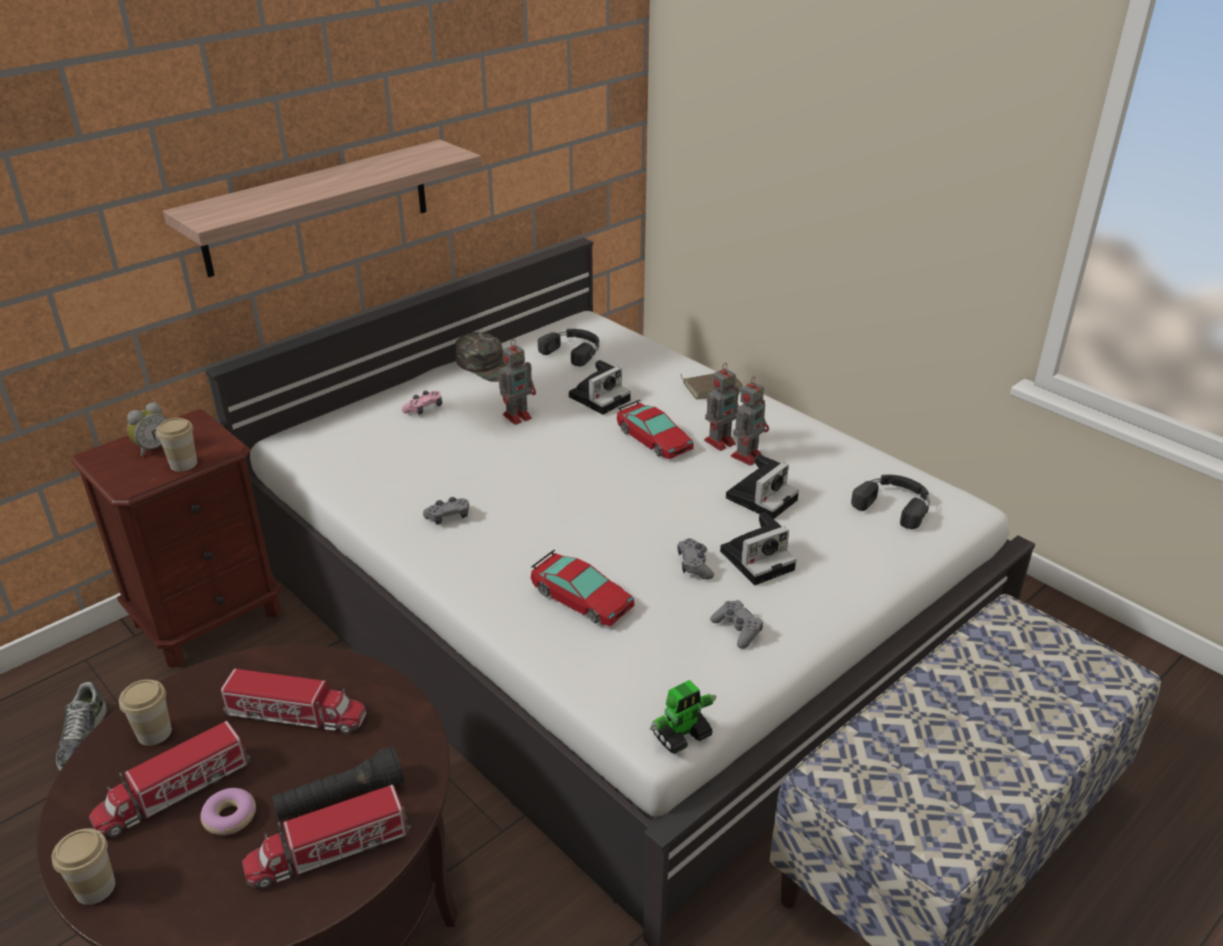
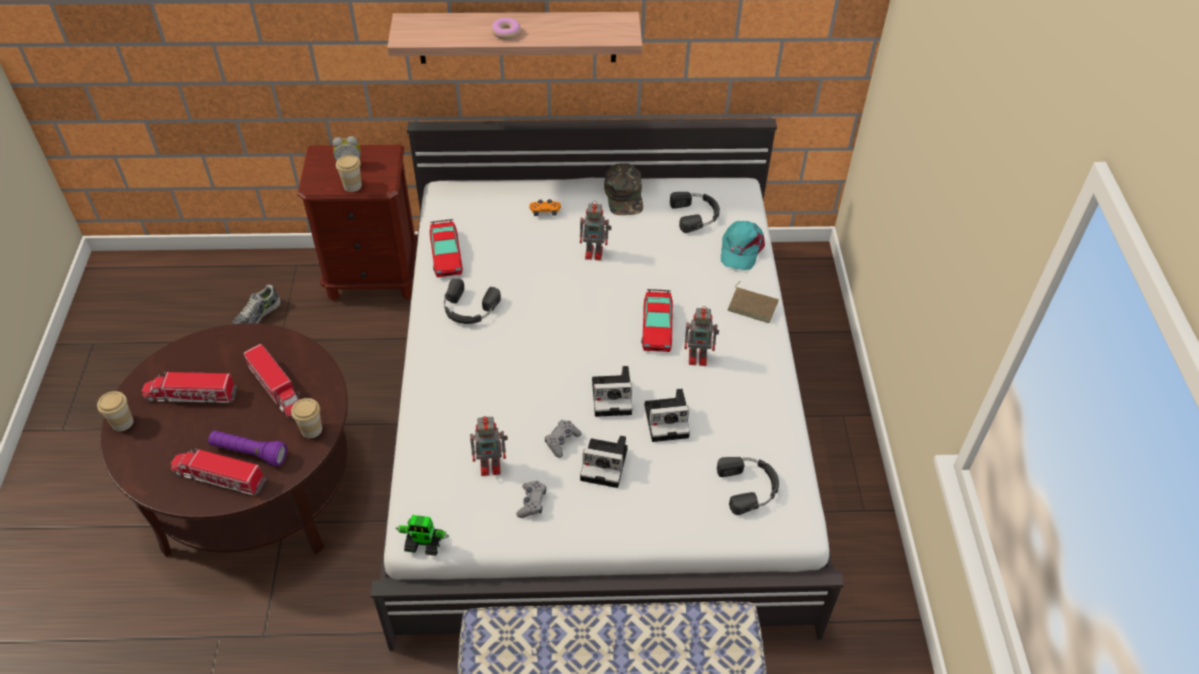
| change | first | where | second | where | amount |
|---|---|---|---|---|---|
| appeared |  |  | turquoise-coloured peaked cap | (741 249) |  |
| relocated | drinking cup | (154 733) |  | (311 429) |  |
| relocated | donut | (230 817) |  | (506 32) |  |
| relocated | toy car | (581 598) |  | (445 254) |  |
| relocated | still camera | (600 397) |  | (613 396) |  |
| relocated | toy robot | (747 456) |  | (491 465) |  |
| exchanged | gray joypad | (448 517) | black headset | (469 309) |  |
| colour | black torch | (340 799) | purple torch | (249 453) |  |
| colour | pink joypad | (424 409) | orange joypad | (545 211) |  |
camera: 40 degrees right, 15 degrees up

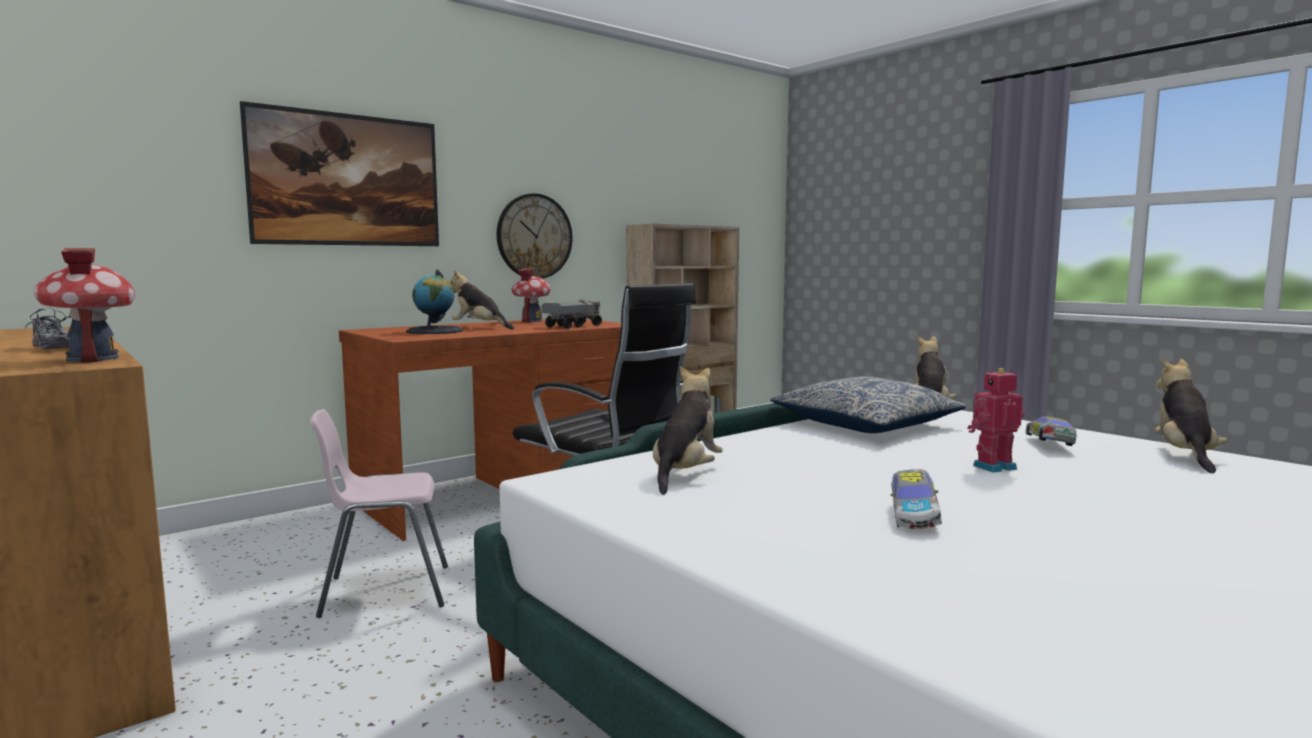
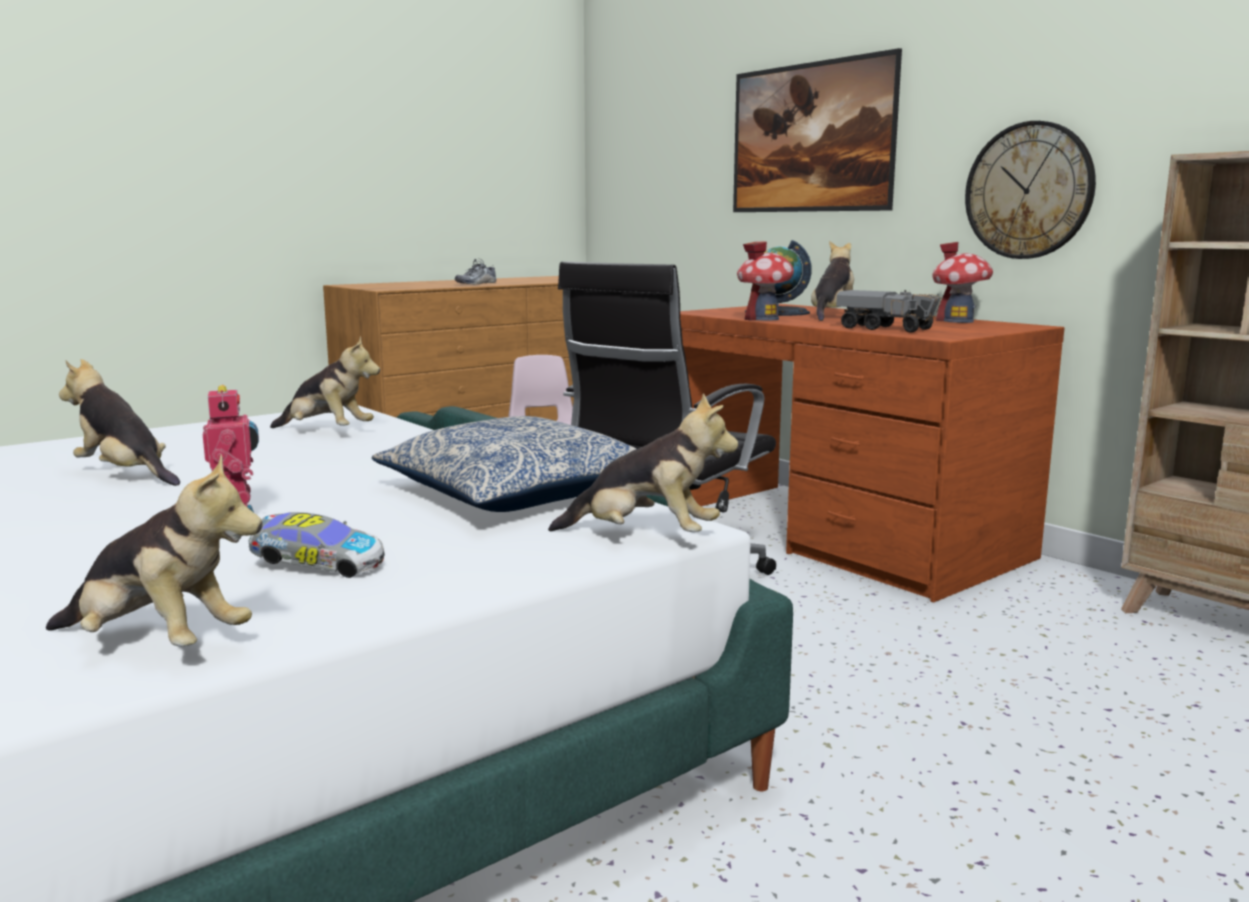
| change | first | where | second | where | amount |
|---|---|---|---|---|---|
| relocated | model house | (92 359) |  | (763 319) |  |
| exchanged | toy car | (913 516) | plush toy | (125 475) |  |
camera: 90 degrees right, 5 degrees up

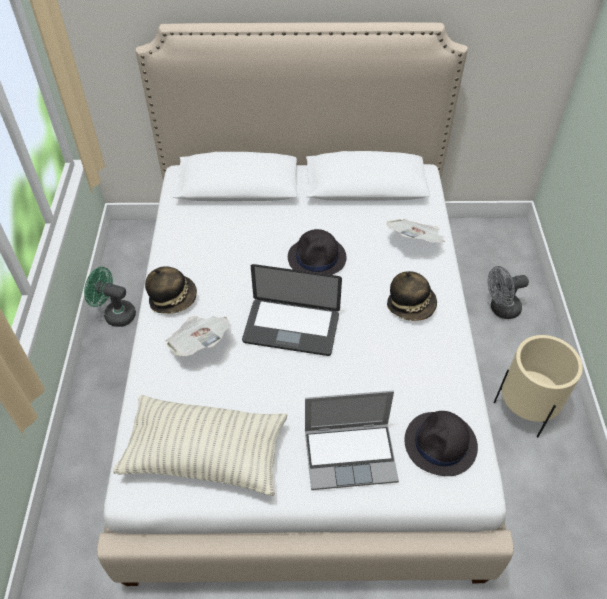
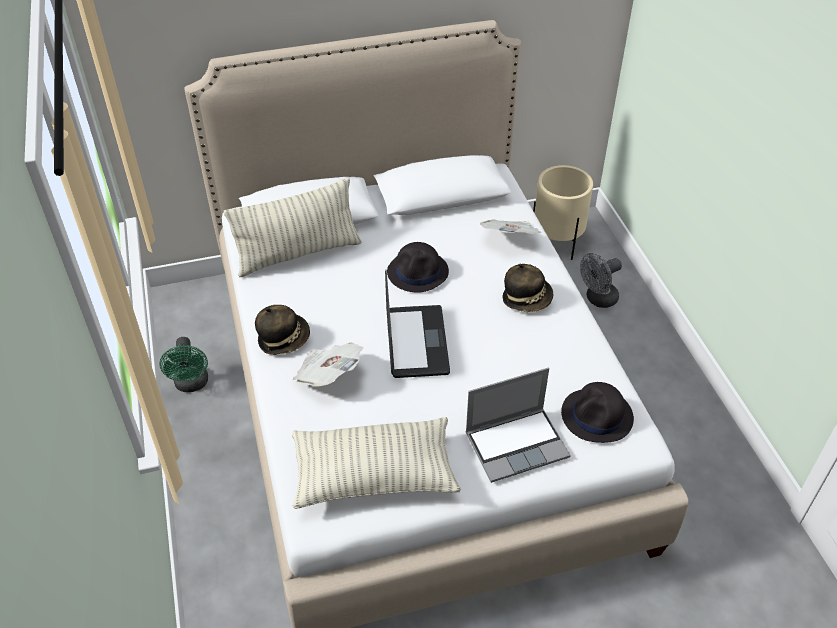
| change | first | where | second | where | amount |
|---|---|---|---|---|---|
| appeared |  |  | cushion | (298 254) |  |
| relocated | beige-coloured plant pot | (524 410) |  | (556 243) |  |
| spun | greenish fan | (115 314) |  | (192 384) | 105 degrees counterclockwise |
| spun | notebook computer | (291 328) |  | (417 342) | 90 degrees counterclockwise |
camera: 15 degrees left, 5 degrees down

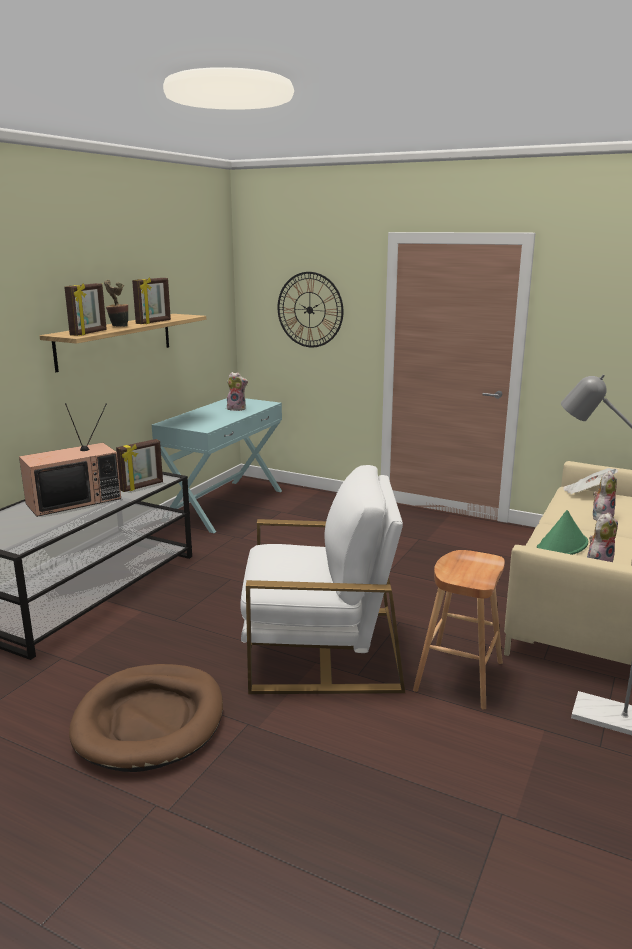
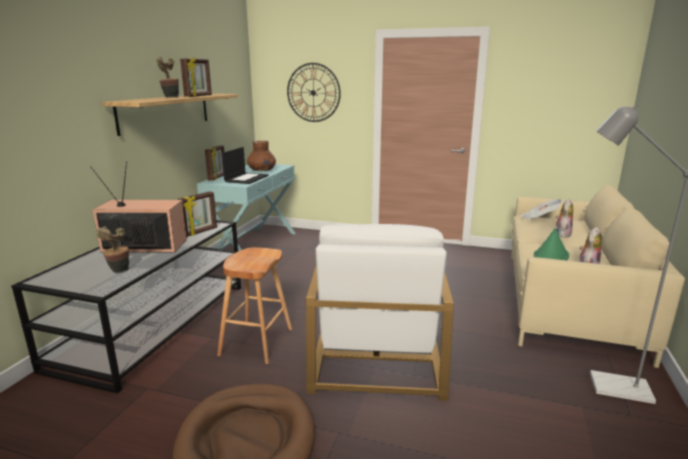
| change | first | where | second | where | amount |
|---|---|---|---|---|---|
| appeared |  |  | houseplant | (118 271) |  |
| appeared |  |  | notebook computer | (246 178) |  |
| relocated | photo frame | (89 333) |  | (217 177) |  |
| relocated | brown stool | (459 676) |  | (256 342) |  |
| exchanged | plush toy | (237 409) | brown decorative vase | (261 170) |  |
| spun | TV | (74 500) |  | (143 246) | 135 degrees counterclockwise |
| spun | white-coloured easy chair | (322 649) |  | (375 355) | 105 degrees clockwise |
camera: 10 degrees left, 0 degrees up

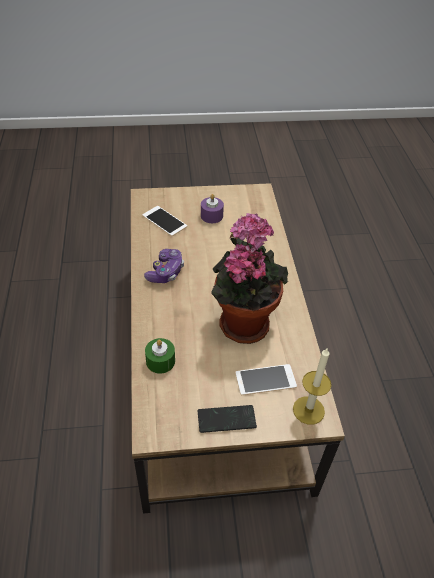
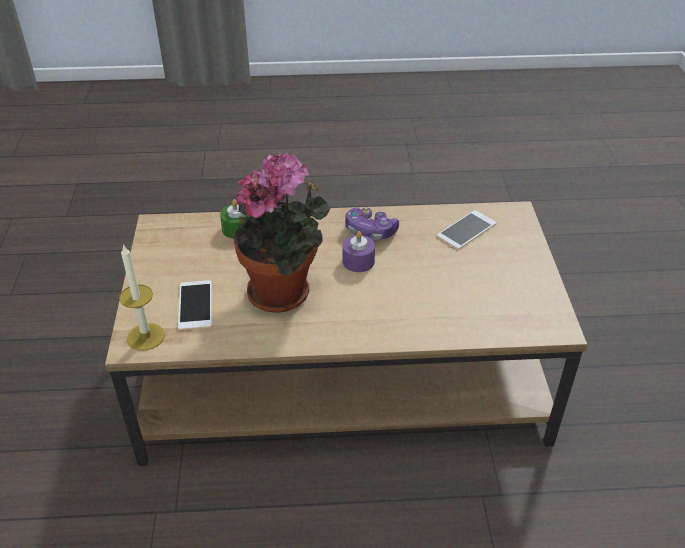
| change | first | where | second | where | amount |
|---|---|---|---|---|---|
| missing | phone | (226 419) |  |  |  |
| relocated | purple wax light | (211 216) |  | (358 261) |  |
camera: 95 degrees right, 5 degrees down

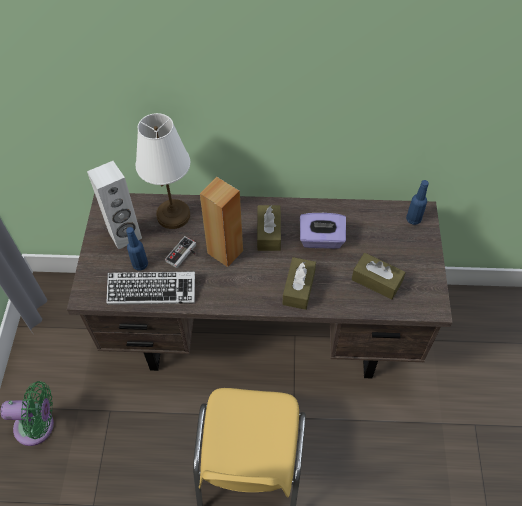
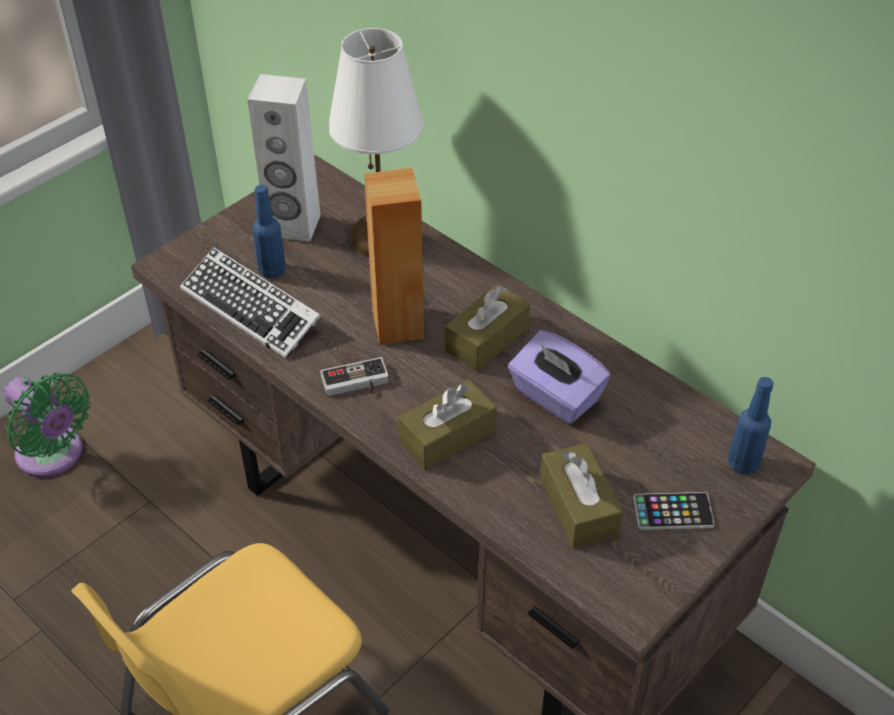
| change | first | where | second | where | amount |
|---|---|---|---|---|---|
| appeared |  |  | phone | (673 512) |  |
| relocated | joypad | (183 255) |  | (356 384) |  |
camera: 40 degrees right, 10 degrees down

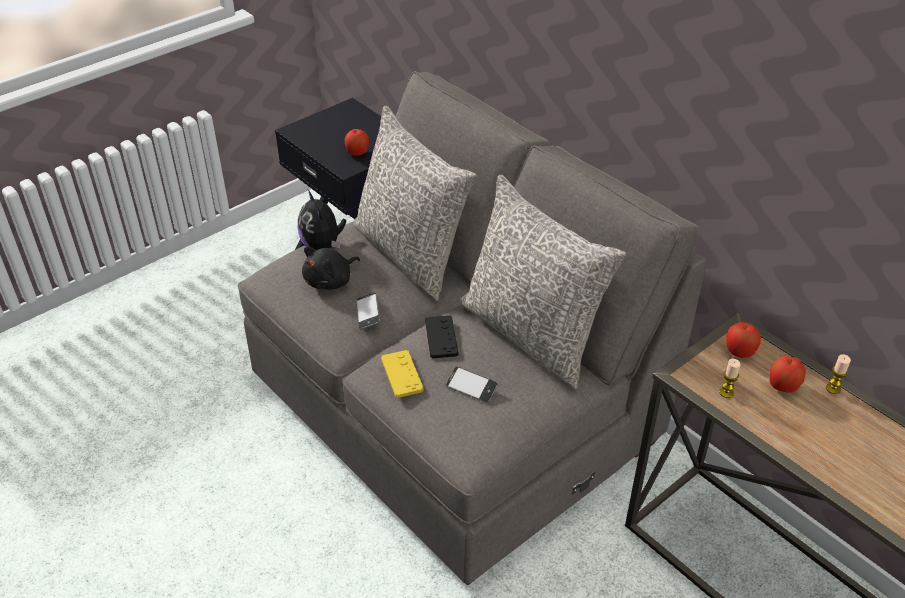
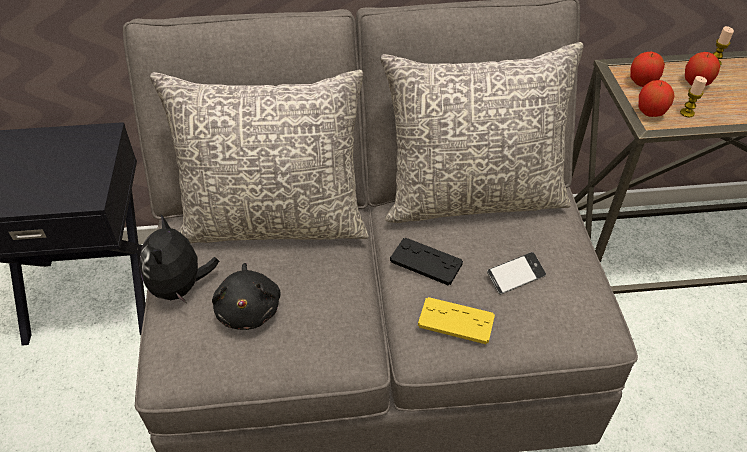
| change | first | where | second | where | amount |
|---|---|---|---|---|---|
| missing | phone | (368 314) |  |  |  |
| relocated | whole apple | (357 153) |  | (650 112) |  |
| spun | plush toy | (323 246) |  | (181 287) | 75 degrees clockwise |
camera: 55 degrees left, 5 degrees up

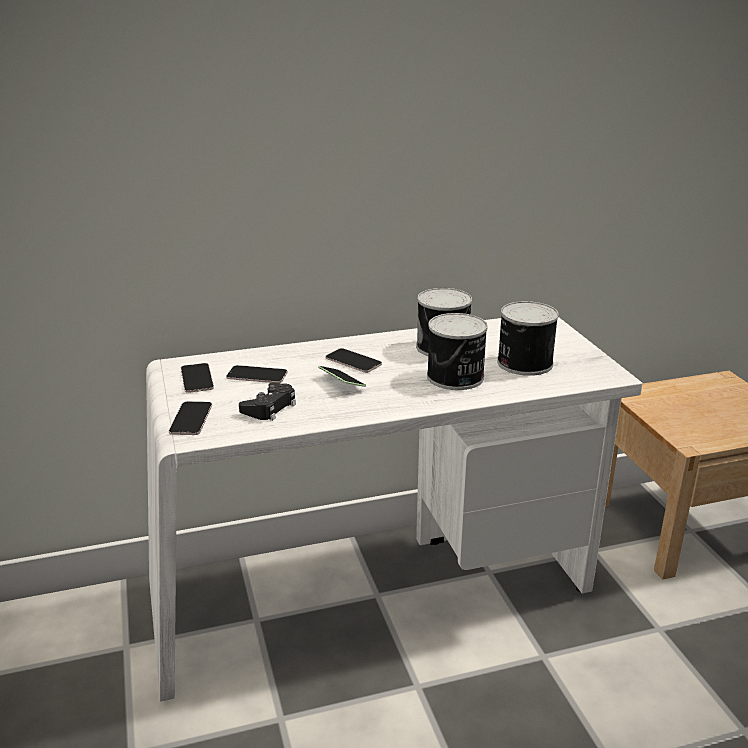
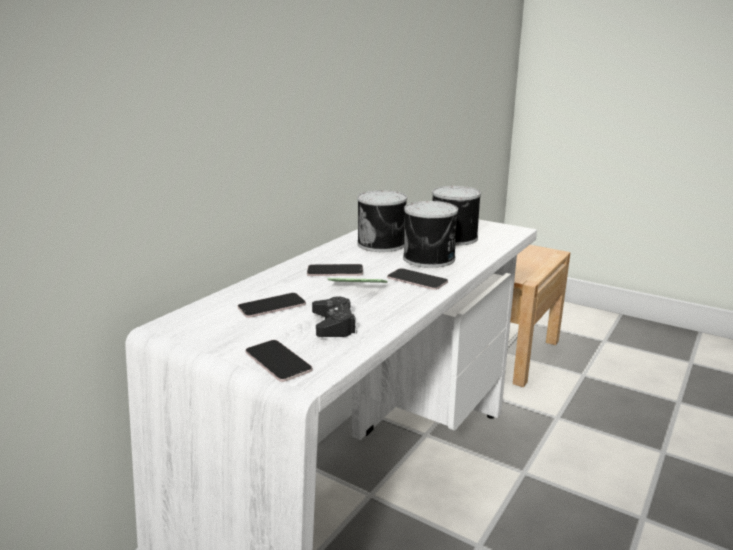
| change | first | where | second | where | amount |
|---|---|---|---|---|---|
| relocated | phone | (197 378) |  | (417 280) |  |
camera: 40 degrees left, 5 degrees down

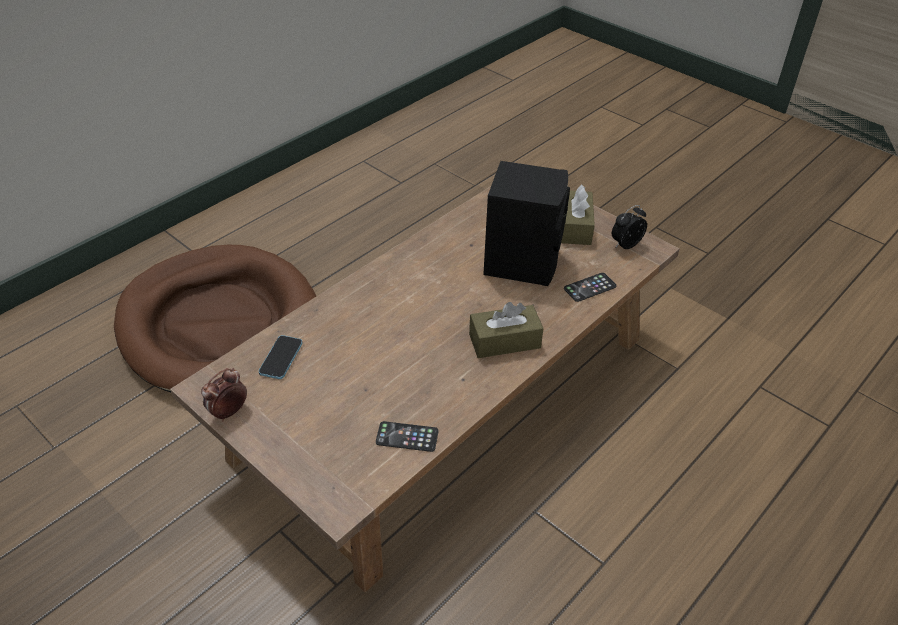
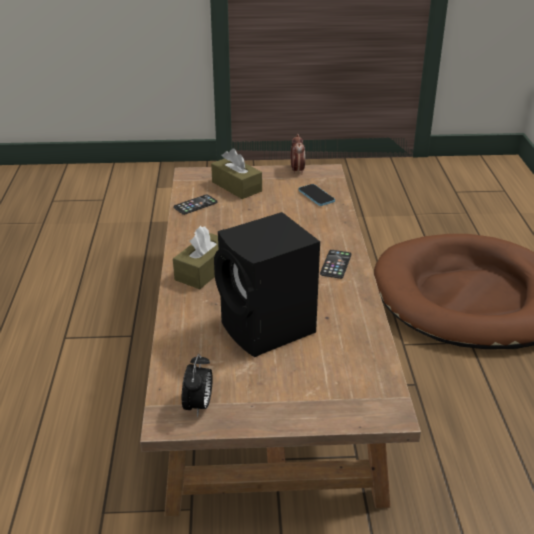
| change | first | where | second | where | amount |
|---|---|---|---|---|---|
| relocated | brown tissue box | (575 227) |  | (236 186) |  |
| relocated | phone | (590 287) |  | (335 264) |  |
camera: 135 degrees right, 10 degrees down

